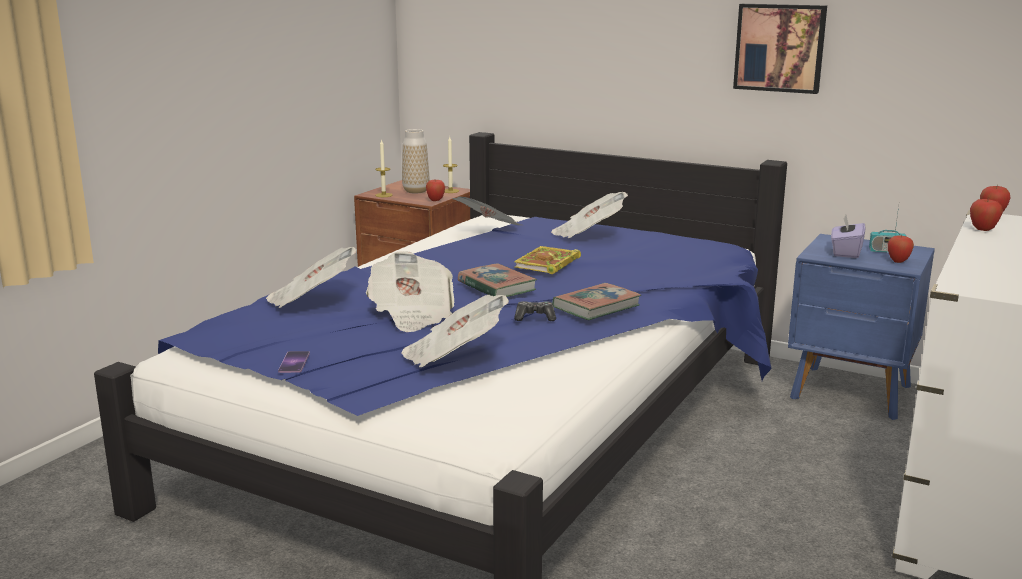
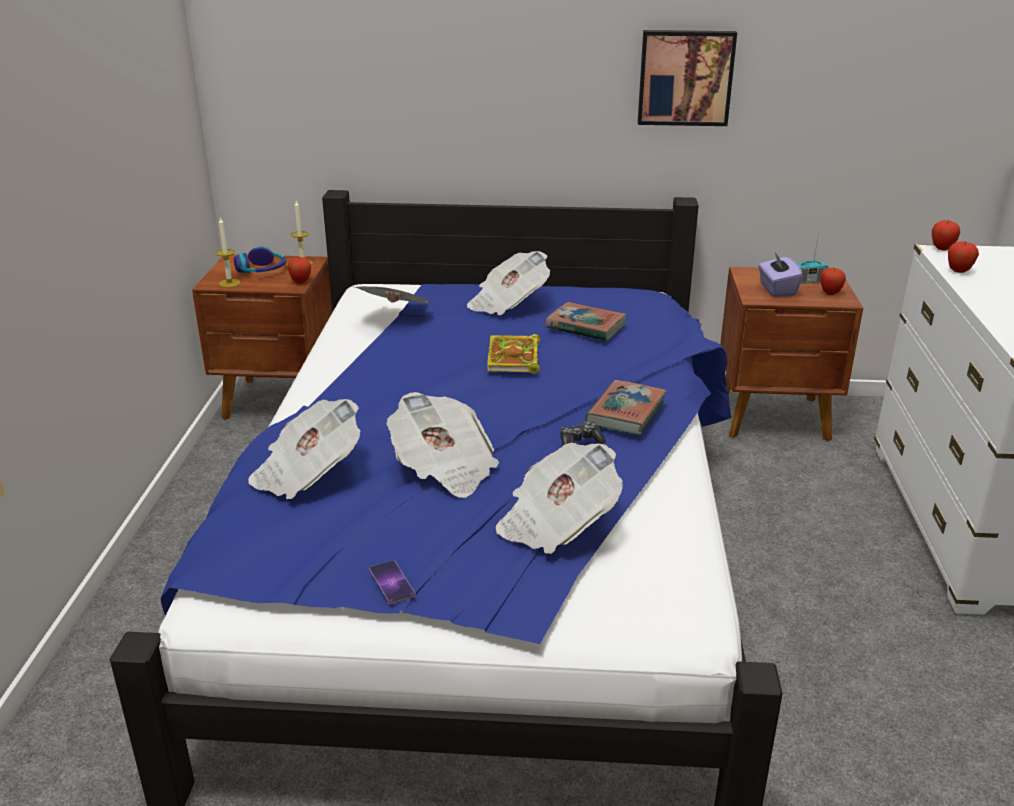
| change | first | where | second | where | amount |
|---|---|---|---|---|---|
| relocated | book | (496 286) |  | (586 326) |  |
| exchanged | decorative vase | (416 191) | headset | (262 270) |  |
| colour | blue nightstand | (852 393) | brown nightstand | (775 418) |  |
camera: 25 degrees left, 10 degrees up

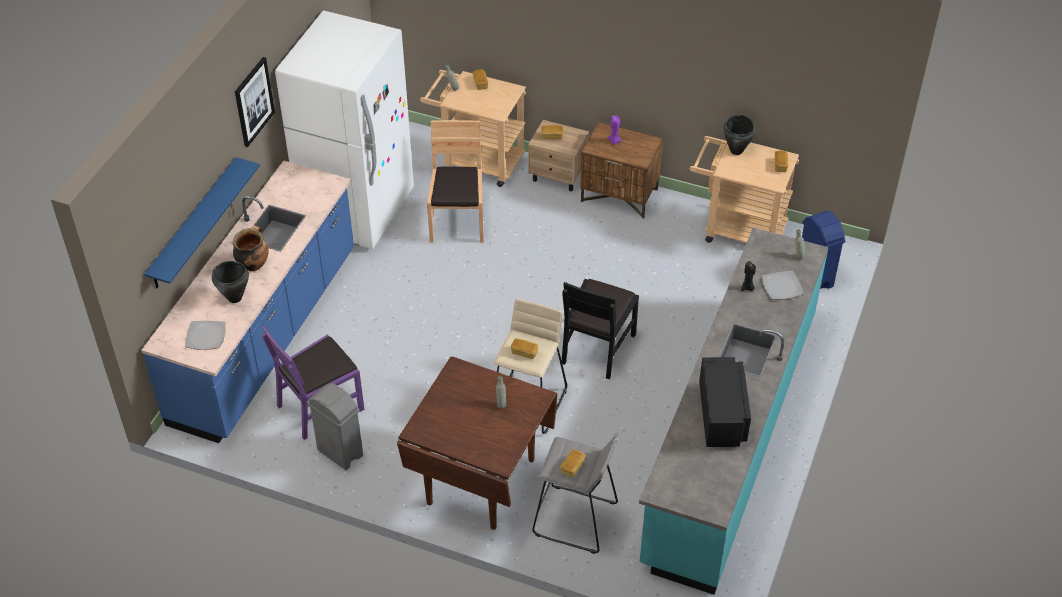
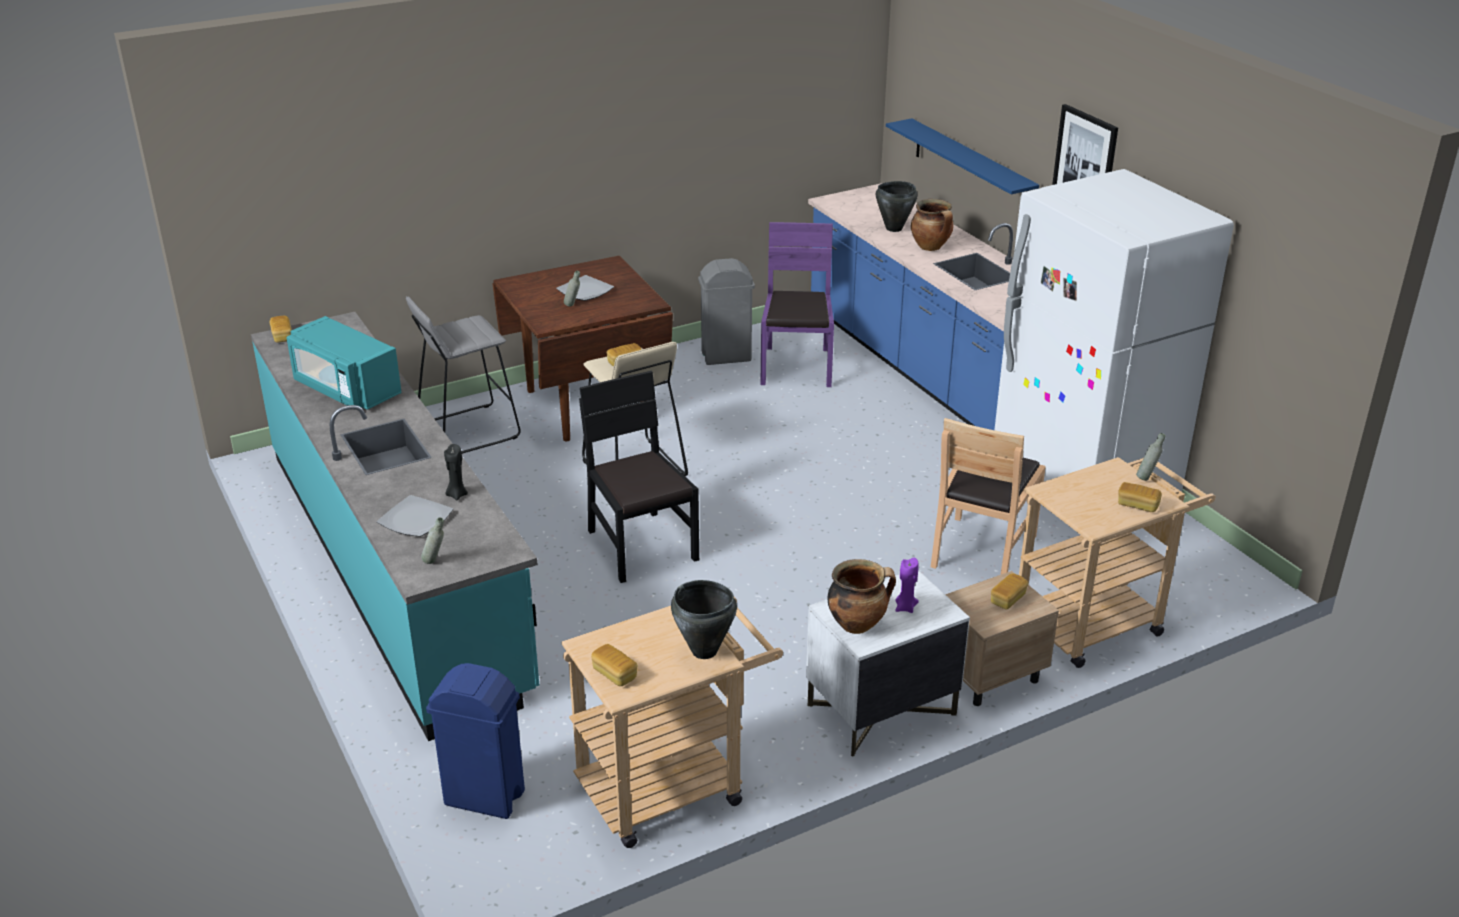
| change | first | where | second | where | amount |
|---|---|---|---|---|---|
| appeared |  |  | stockpot | (857 624) |  |
| relocated | dinner plate | (206 336) |  | (584 291) |  |
| relocated | baked bread | (572 467) |  | (282 336) |  |
| colour | brown nightstand | (620 195) | white-coloured nightstand | (880 711) |  |
| colour | black microwave | (722 415) | turquoise-coloured microwave | (346 389) |  |
| spun | brown chair | (458 221) |  | (981 550) | 75 degrees clockwise |
camera: 130 degrees right, 15 degrees down

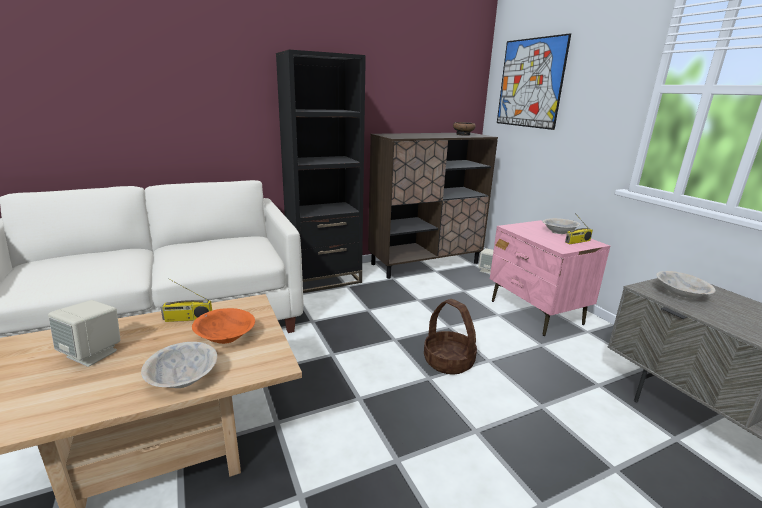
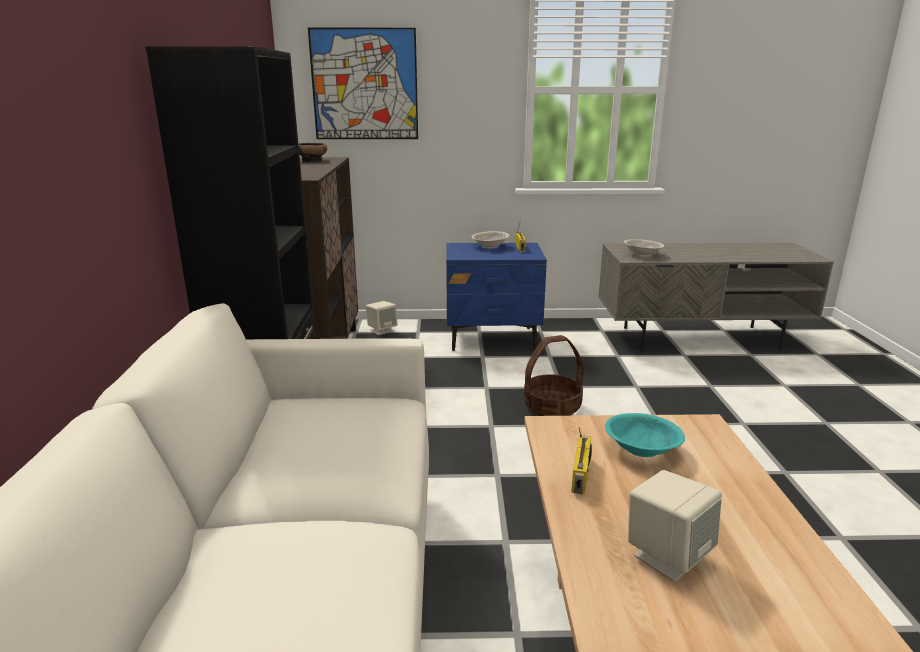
| change | first | where | second | where | amount |
|---|---|---|---|---|---|
| missing | beige-coloured serving bowl | (183 378) |  |  |  |
| colour | orange serving bowl | (225 337) | turquoise-coloured serving bowl | (641 450) |  |
| colour | pink nightstand | (535 313) | blue nightstand | (493 339) |  |
camera: 65 degrees left, 0 degrees up

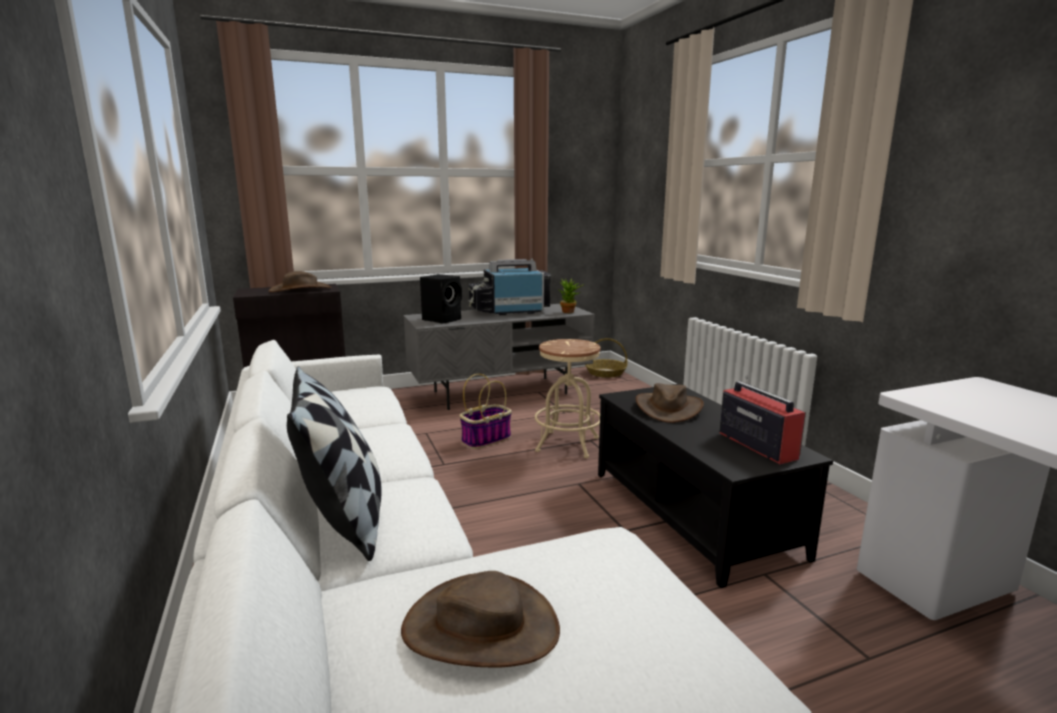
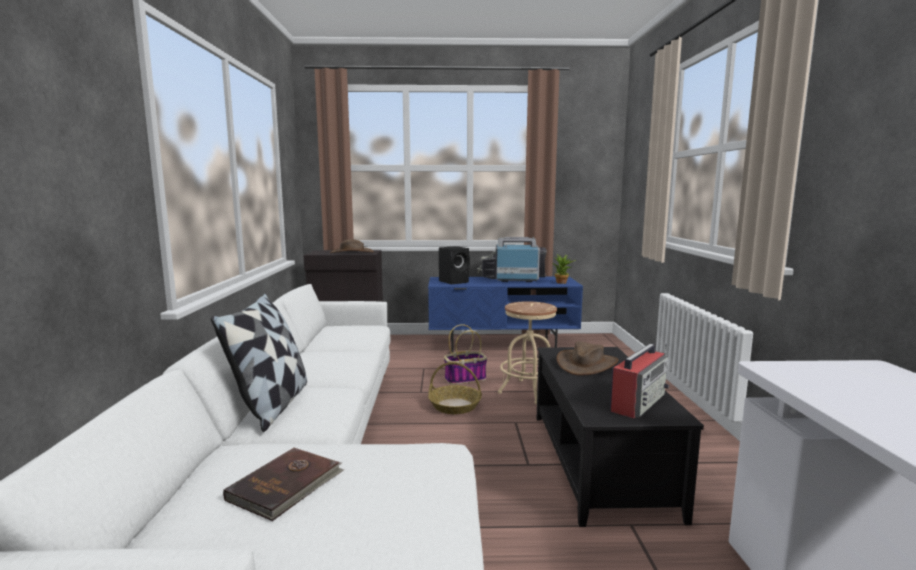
| change | first | where | second | where | amount |
|---|---|---|---|---|---|
| relocated | basket | (605 373) |  | (455 406) |  |
| exchanged | brown wearable hat | (481 627) | brown book | (287 485) |  |
| colour | gray media console | (501 392) | blue media console | (502 346) |  |
| spun | radio receiver | (756 445) |  | (638 402) | 45 degrees clockwise |
camera: 20 degrees right, 5 degrees down

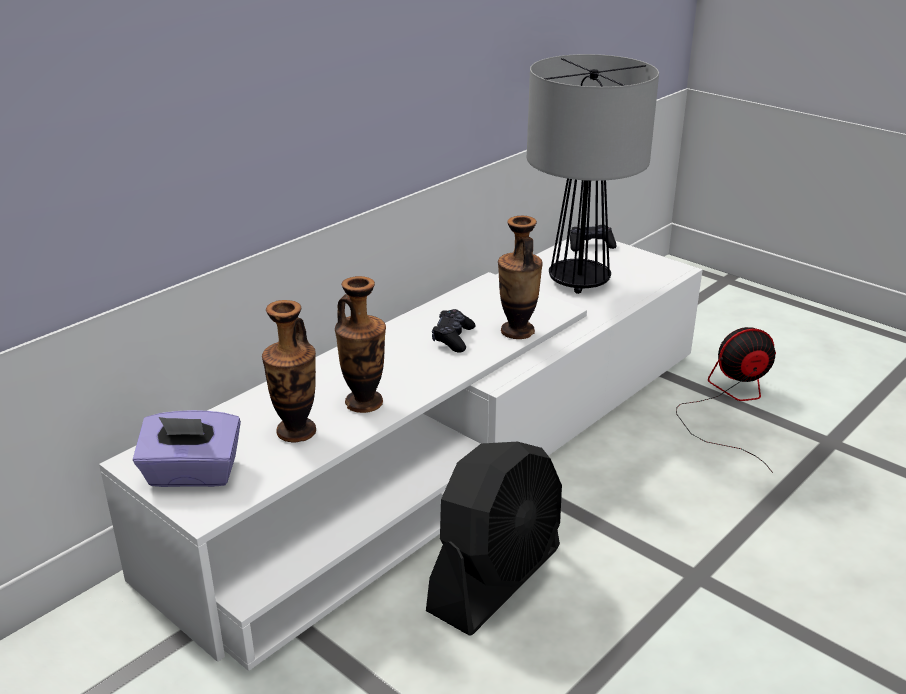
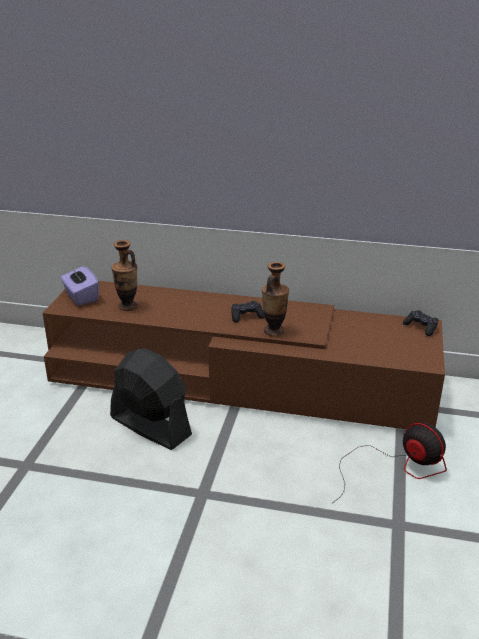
| change | first | where | second | where | amount |
|---|---|---|---|---|---|
| missing | decorative vase | (364 403) |  |  |  |
| missing | table lamp | (578 281) |  |  |  |
| colour | white-coloured media console | (452 452) | brown media console | (239 381) |  |
| spun | black fan | (496 579) |  | (150 426) | 150 degrees counterclockwise |
camera: 60 degrees right, 0 degrees up

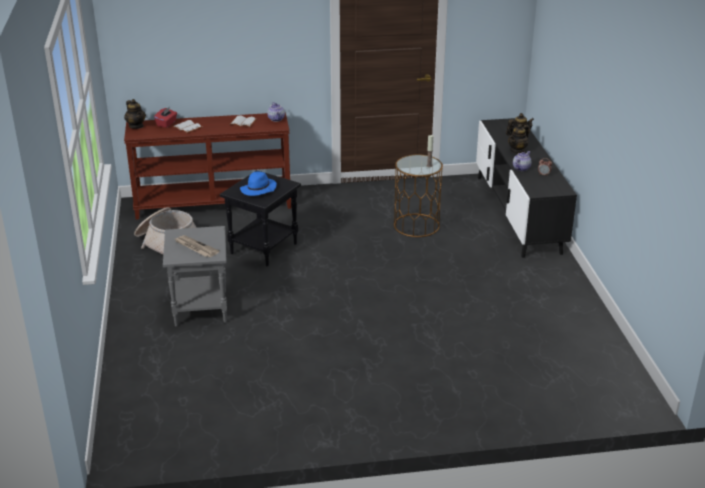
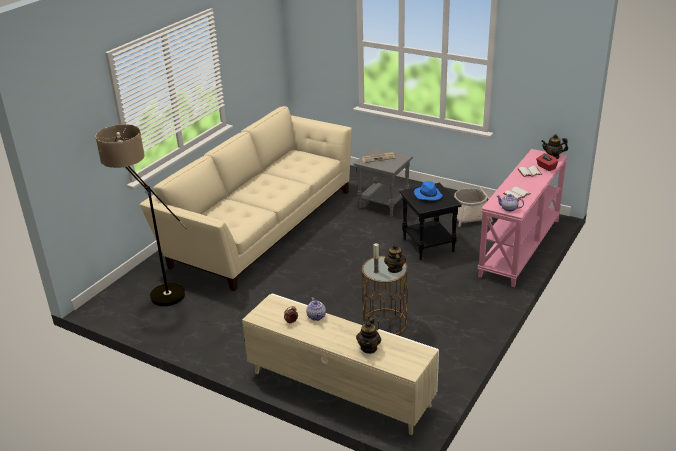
| change | first | where | second | where | amount |
|---|---|---|---|---|---|
| appeared |  |  | floor lamp | (157 292) |  |
| appeared |  |  | beige-coloured settee | (260 226) |  |
| relocated | tea pot | (517 150) |  | (394 269) |  |
| colour | brown narrow table | (214 203) | pink narrow table | (521 247) |  |
| colour | black media console | (517 213) | beige-coloured media console | (340 389) |  |
camera: 130 degrees right, 0 degrees up

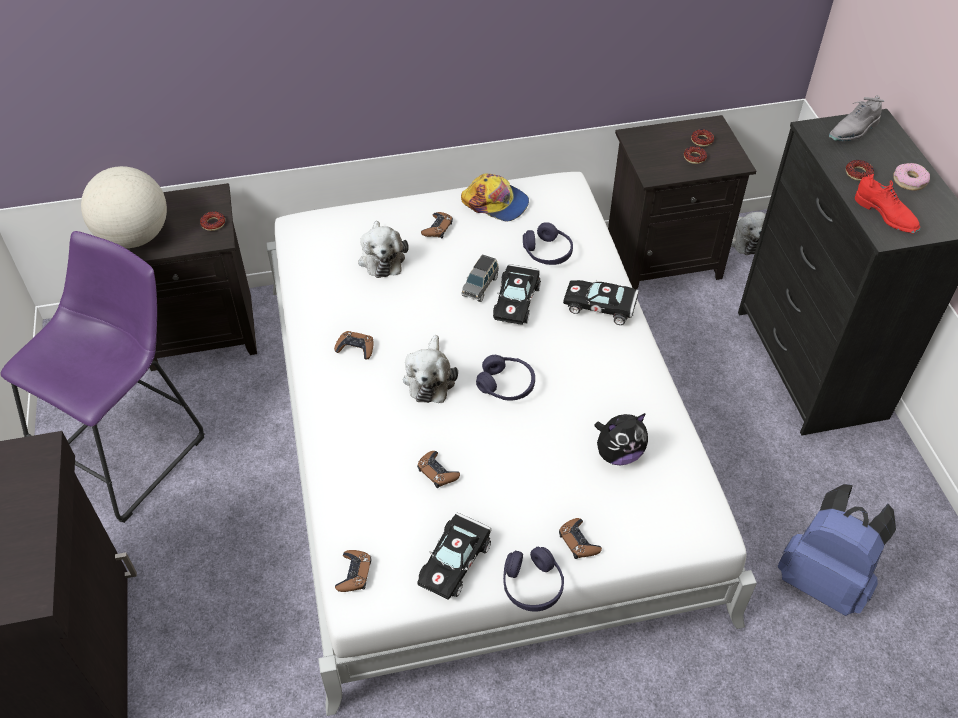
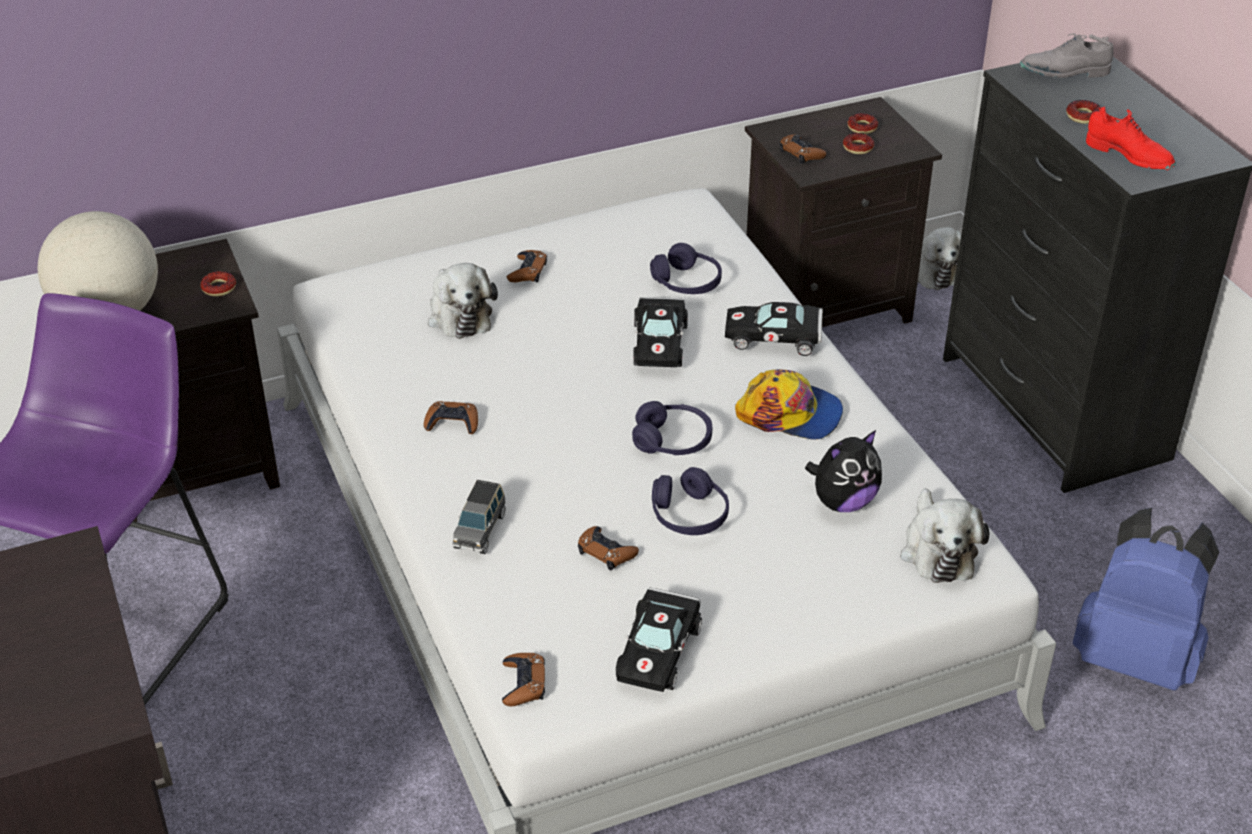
| change | first | where | second | where | amount |
|---|---|---|---|---|---|
| missing | donut | (909 181) |  |  |  |
| relocated | plush toy | (430 378) |  | (937 550) |  |
| relocated | peaked cap | (496 203) |  | (790 414) |  |
| relocated | gray toy car | (480 286) |  | (480 530) |  |
| relocated | purple headset | (532 585) |  | (689 515) |  |
| relocated | brown joypad | (578 541) |  | (801 153) |  |
| spun | gray low shoe | (853 131) |  | (1064 73) | 45 degrees clockwise |
camera: 10 degrees left, 10 degrees down

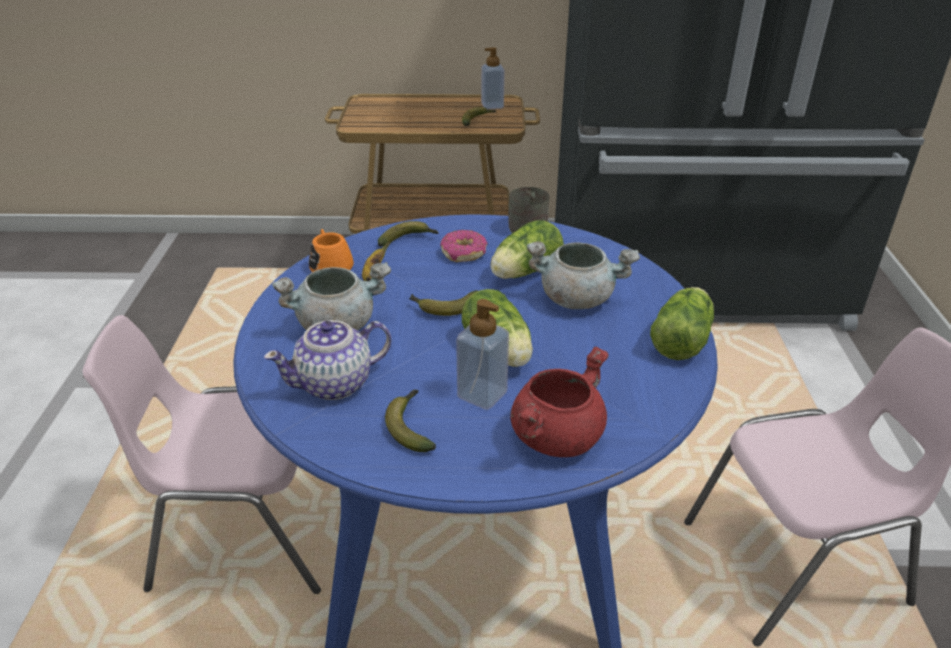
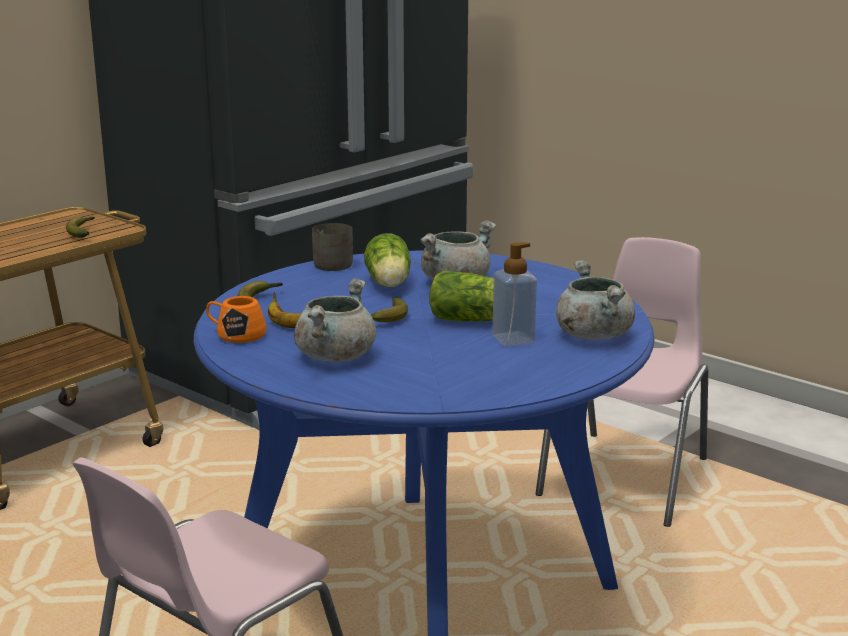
| change | first | where | second | where | amount |
|---|---|---|---|---|---|
| missing | tea pot | (336 383) |  |  |  |
| missing | banana fruit | (411 426) |  |  |  |
| missing | donut | (464 253) |  |  |  |
| missing | liquid soap bottle | (492 106) |  |  |  |
| missing | head of lettuce | (682 339) |  |  |  |
| colour | red-coloured stockpot | (556 436) | gray stockpot | (592 335) |  |
camera: 50 degrees left, 15 degrees down

